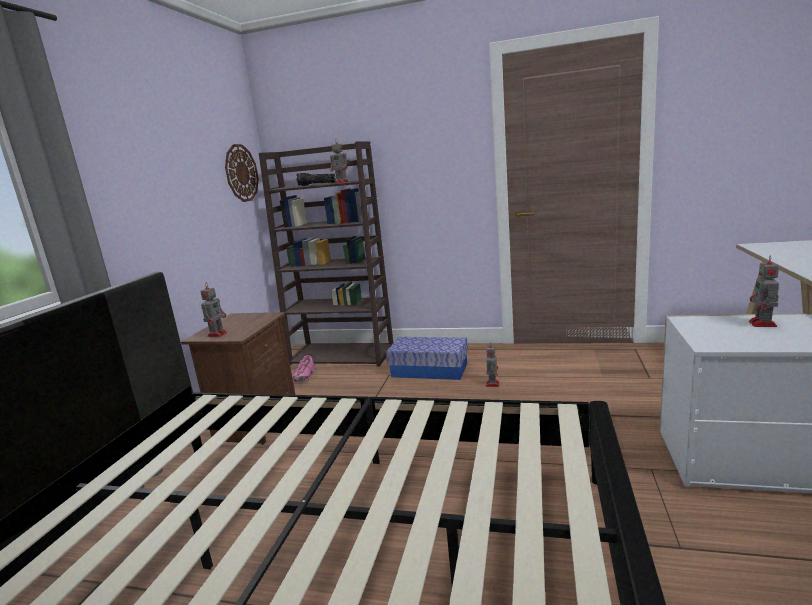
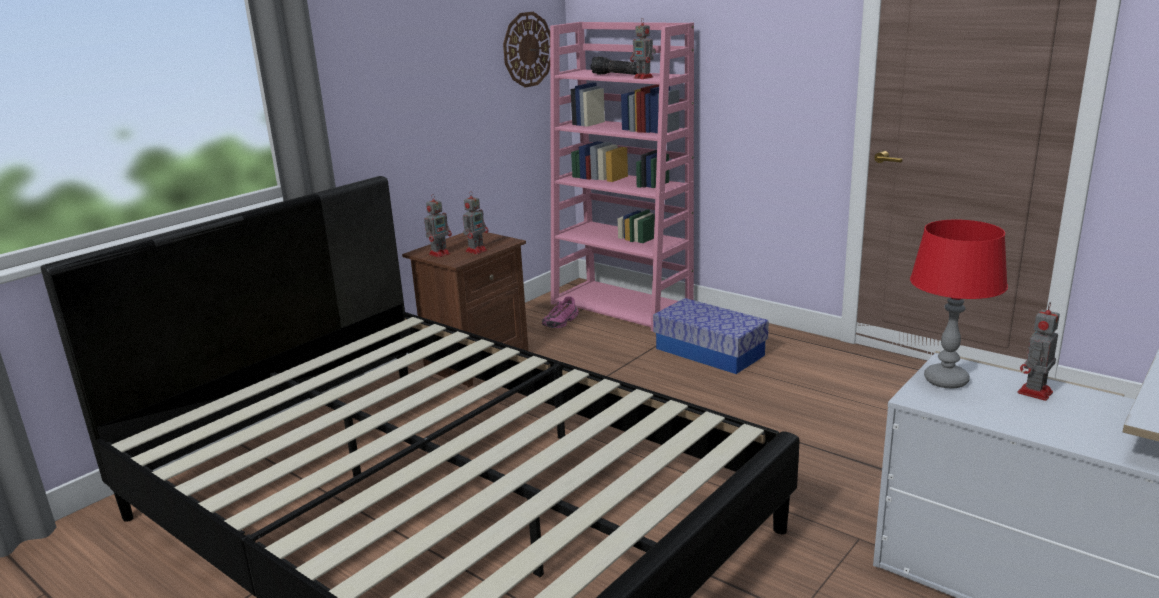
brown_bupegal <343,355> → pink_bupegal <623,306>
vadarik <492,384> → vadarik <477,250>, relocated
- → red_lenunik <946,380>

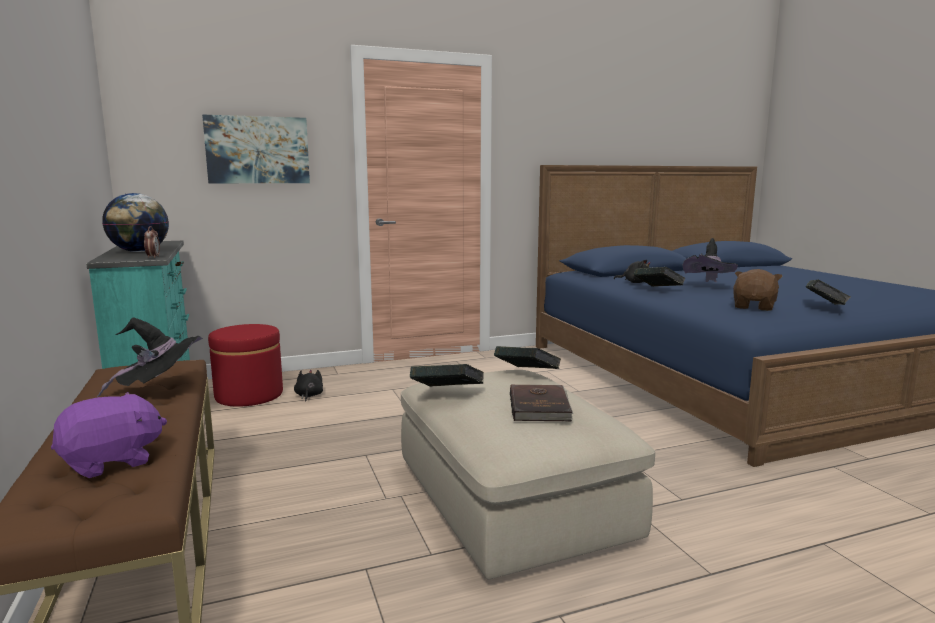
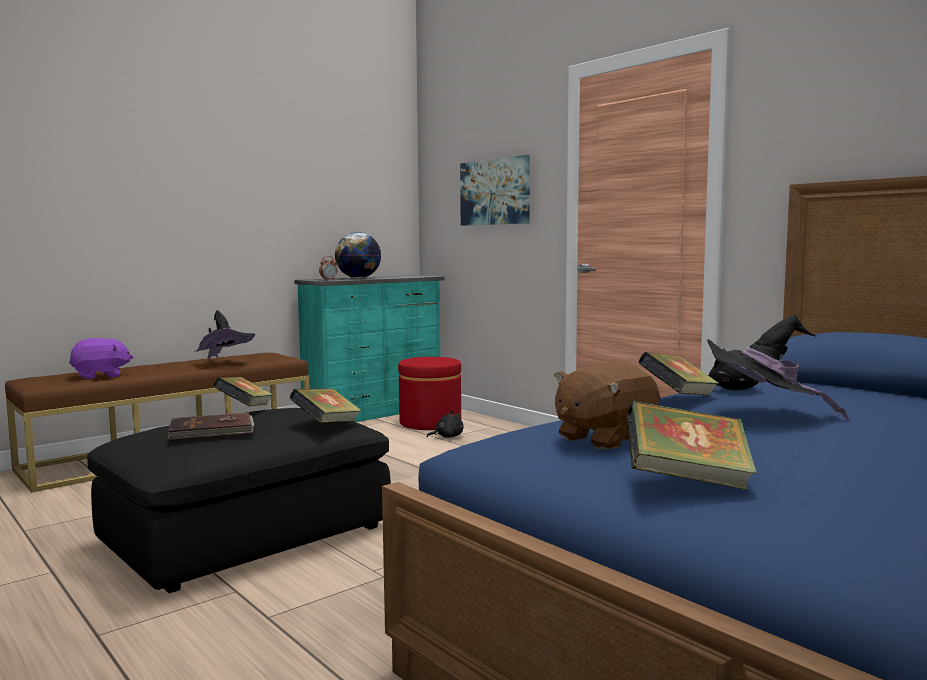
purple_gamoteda <112,462> → purple_gamoteda <101,376>, 60 degrees counterclockwise
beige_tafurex <509,500> → black_tafurex <247,534>
brown_gamoteda <754,307> → brown_gamoteda <604,439>, 135 degrees clockwise

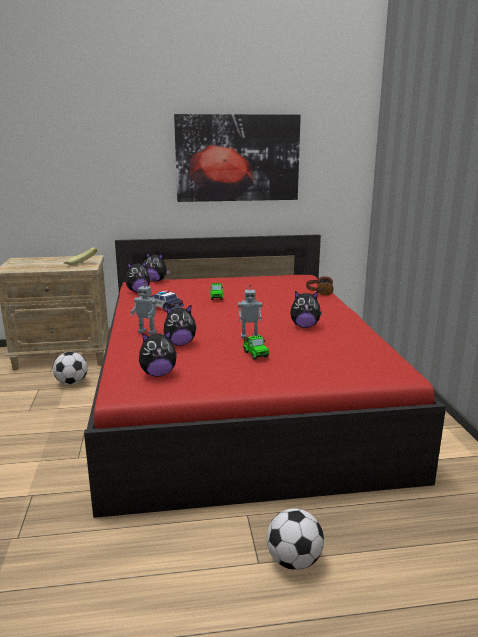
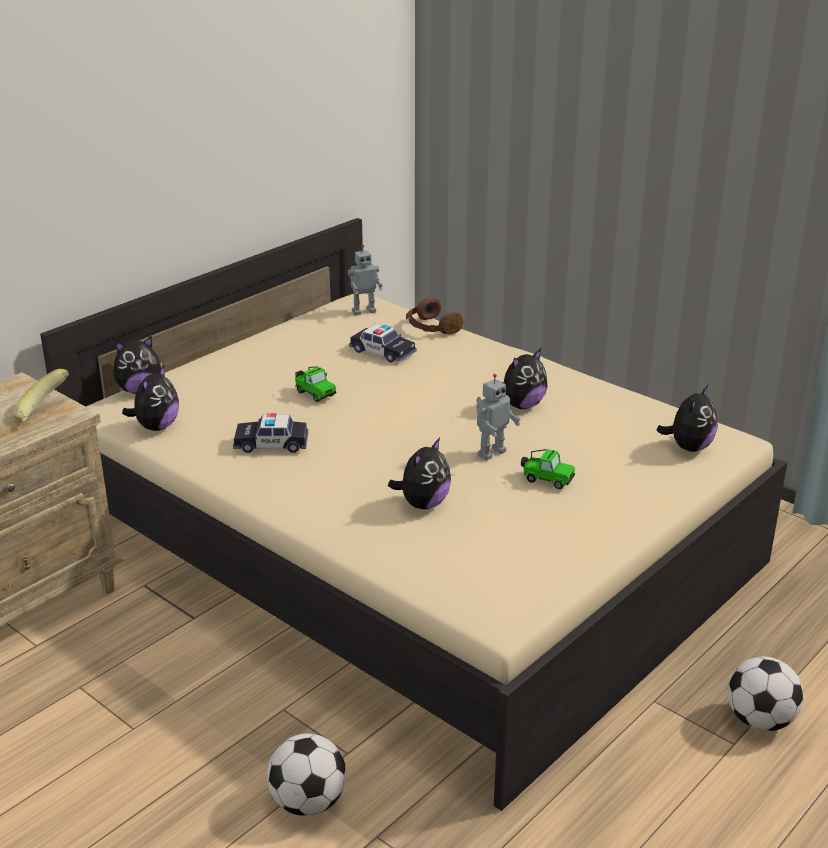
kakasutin <72,383> → kakasutin <308,802>, relocated
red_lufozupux <238,395> → beige_lufozupux <412,545>
vadarik <147,332> → vadarik <363,311>, relocated
gamoteda <158,374> → gamoteda <688,447>, relocated
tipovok <237,158> → -
- → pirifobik <382,352>

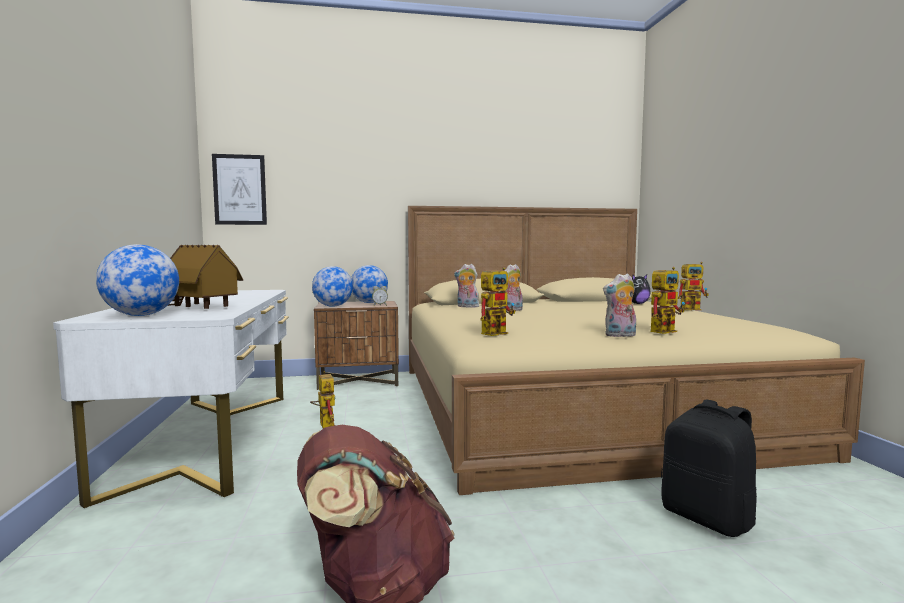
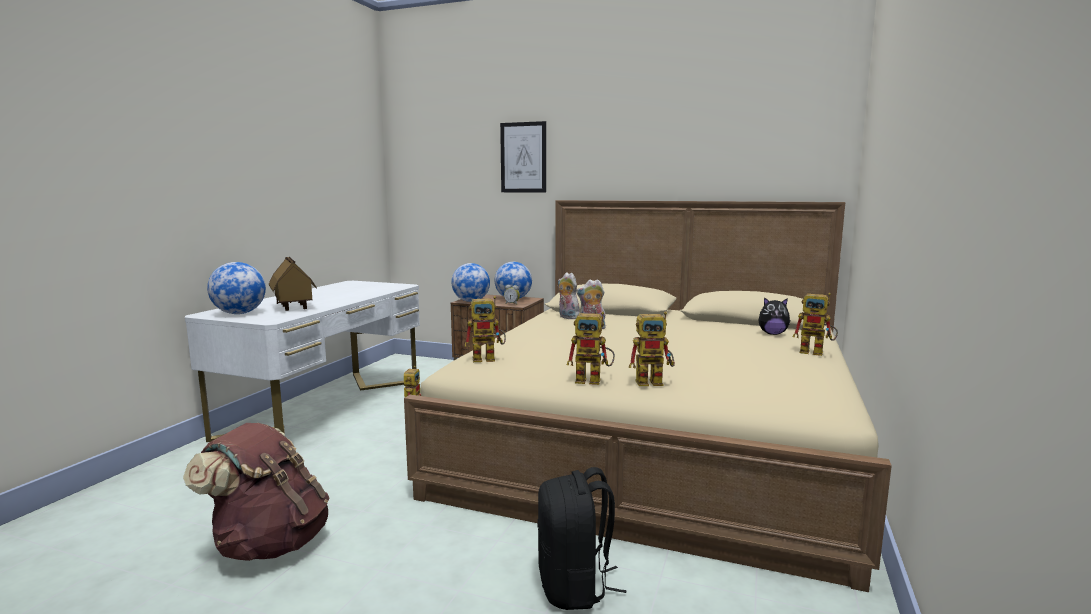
tipovok <240,189> → tipovok <523,157>, relocated
gamoteda <620,335> → vadarik <594,380>

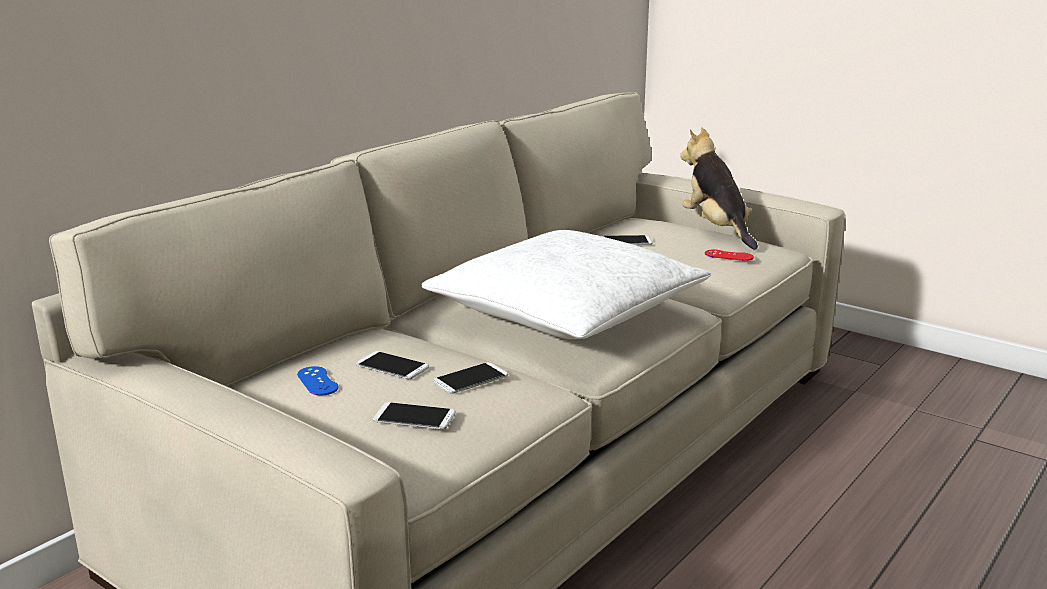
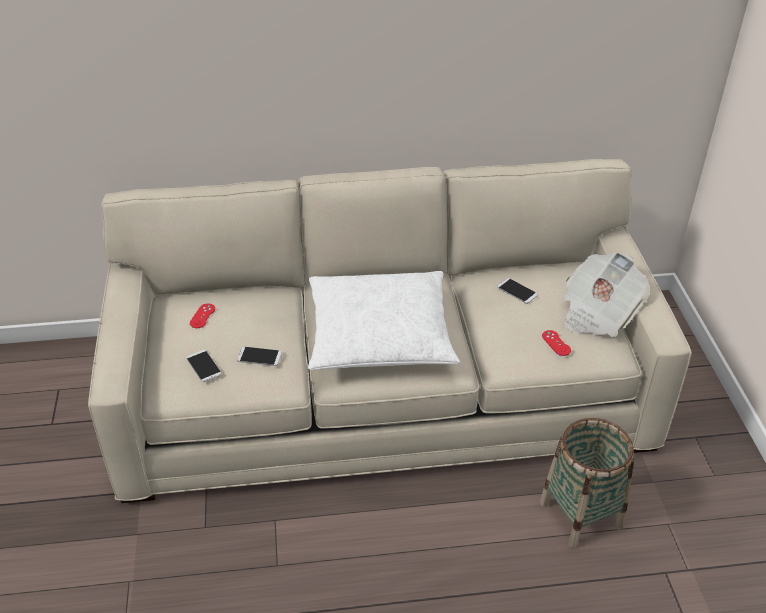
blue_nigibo <317,381> → red_nigibo <202,316>
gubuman <392,366> → -
gamoteda <717,230> → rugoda <598,313>
- → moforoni <581,515>

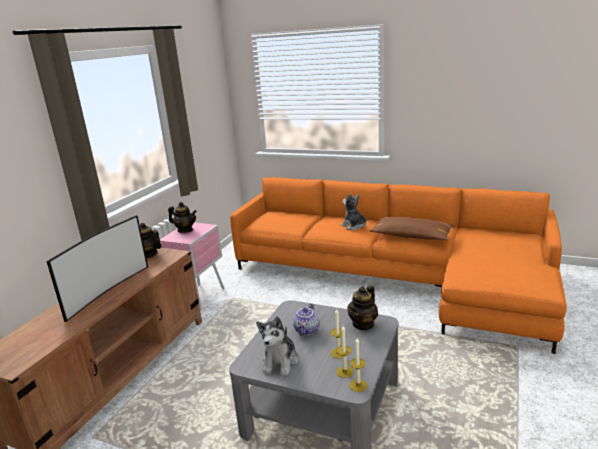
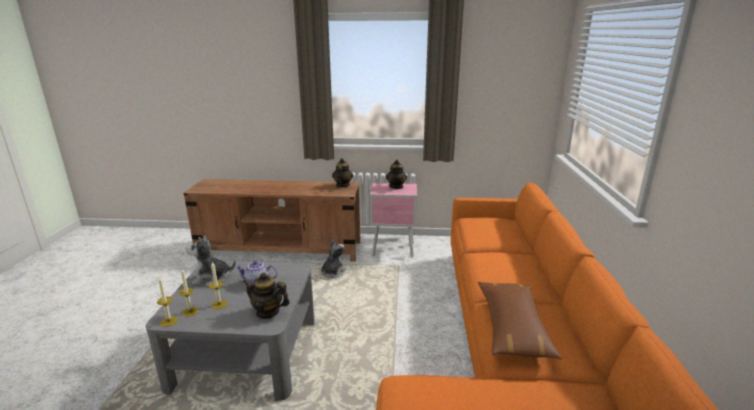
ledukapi <107,291> → -
gamoteda <354,226> → gamoteda <333,273>, relocated

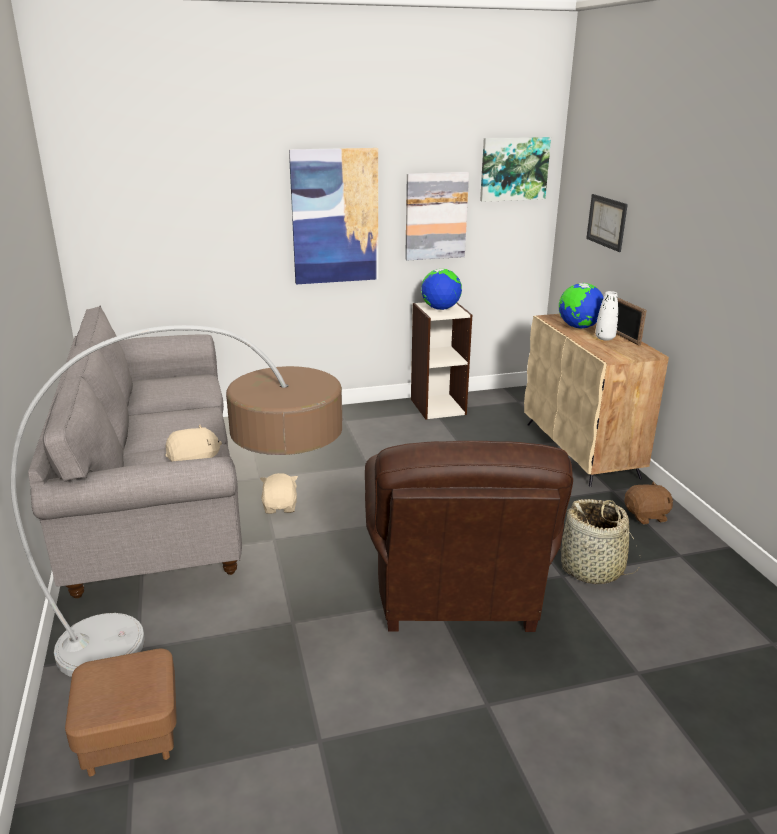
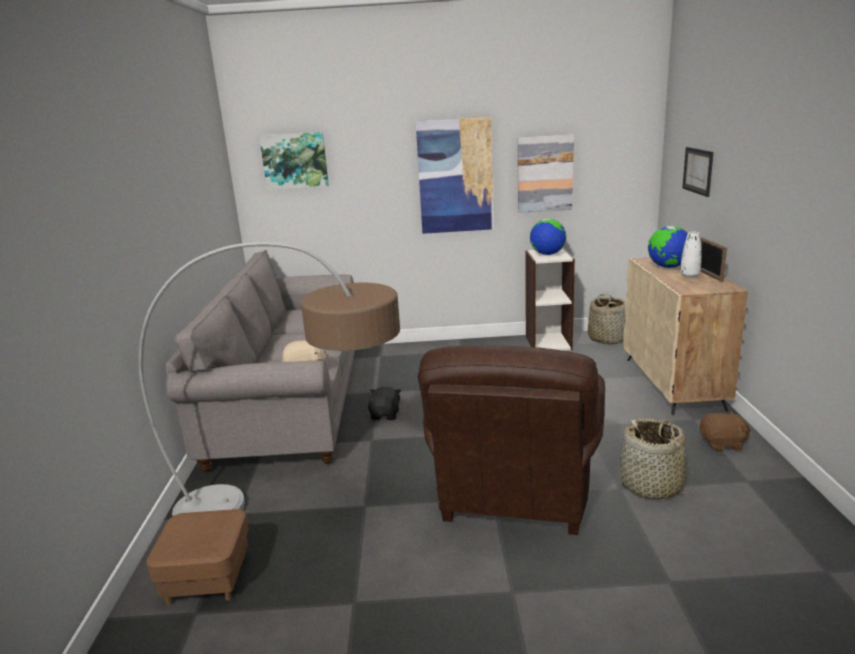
beige_gamoteda <280,507> → black_gamoteda <385,415>
tipovok <514,169> → tipovok <295,160>, relocated
- → moforoni <607,338>

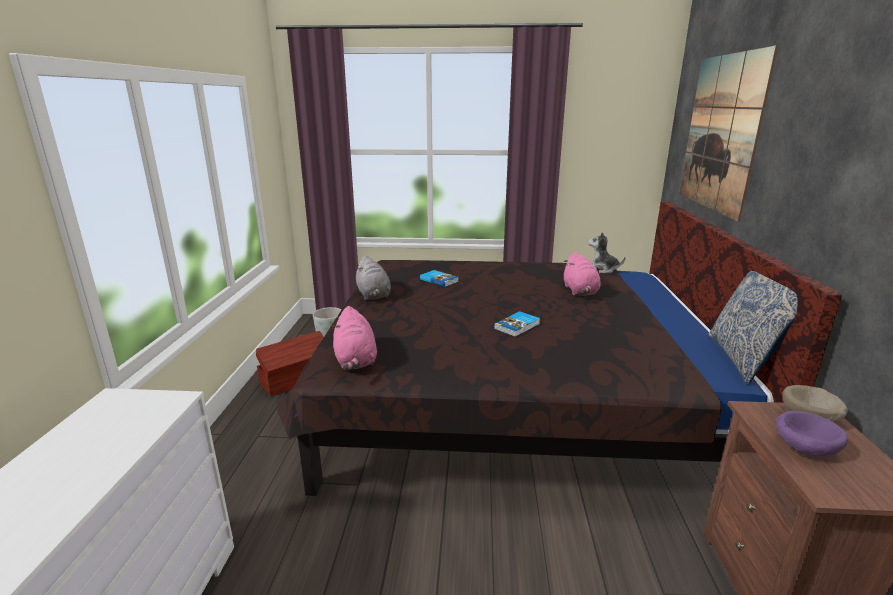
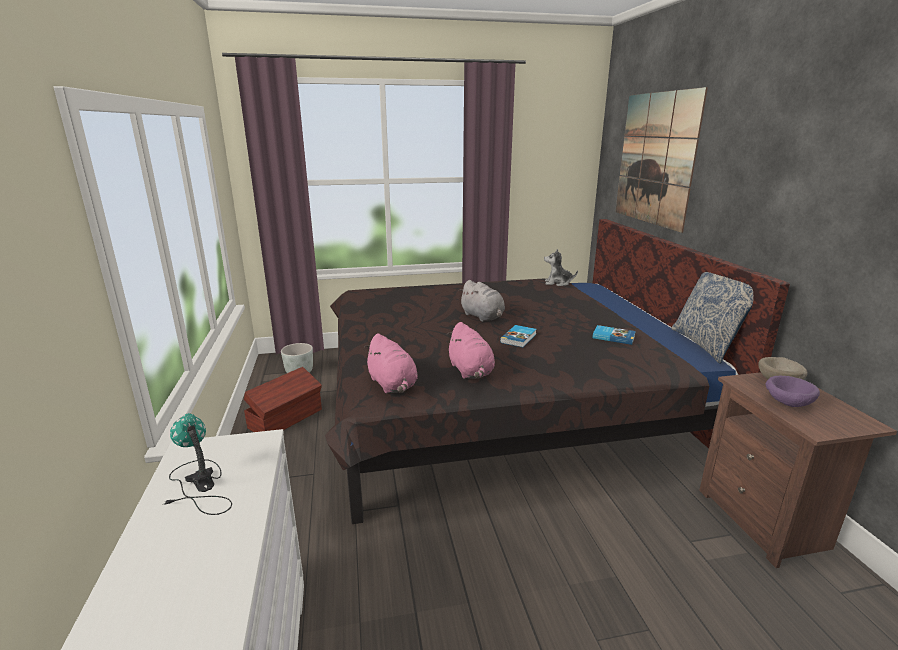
grey_gamoteda <373,295> → grey_gamoteda <483,317>, relocated
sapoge <439,280> → sapoge <613,337>, relocated
pink_gamoteda <580,291> → pink_gamoteda <471,371>, relocated
- → lenunik <199,486>

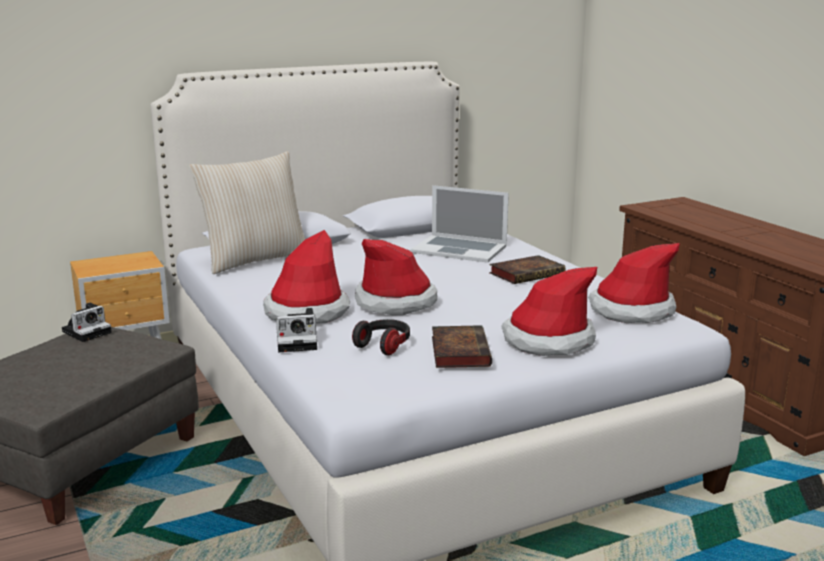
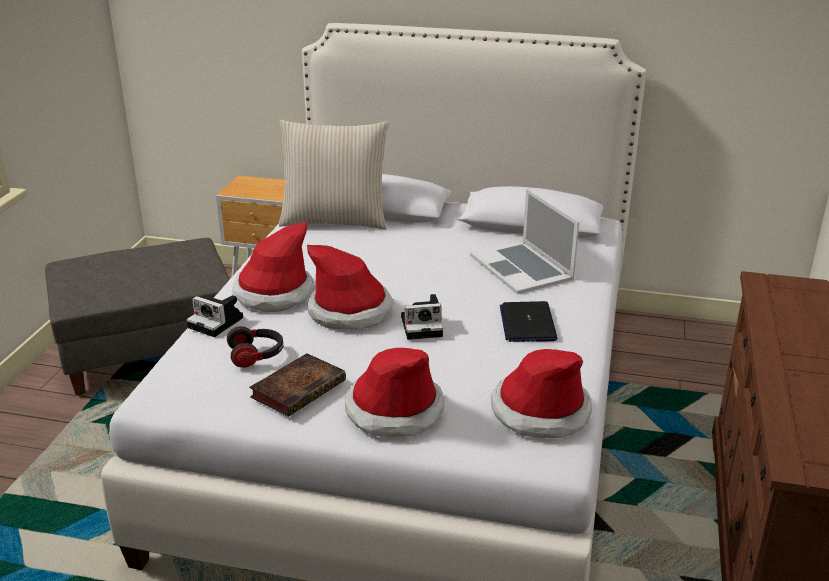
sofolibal <88,331> → sofolibal <423,326>, relocated
sapoge <527,274> → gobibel <527,323>

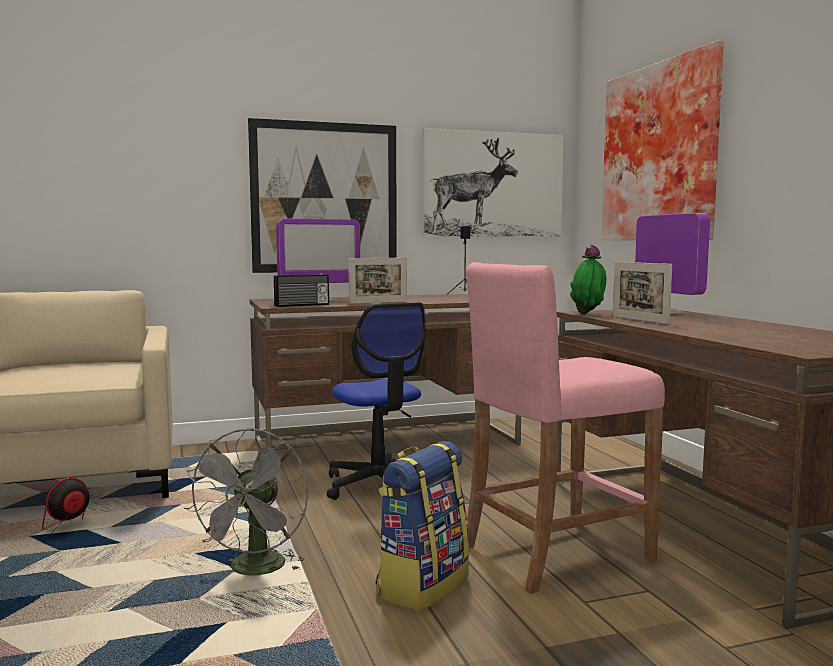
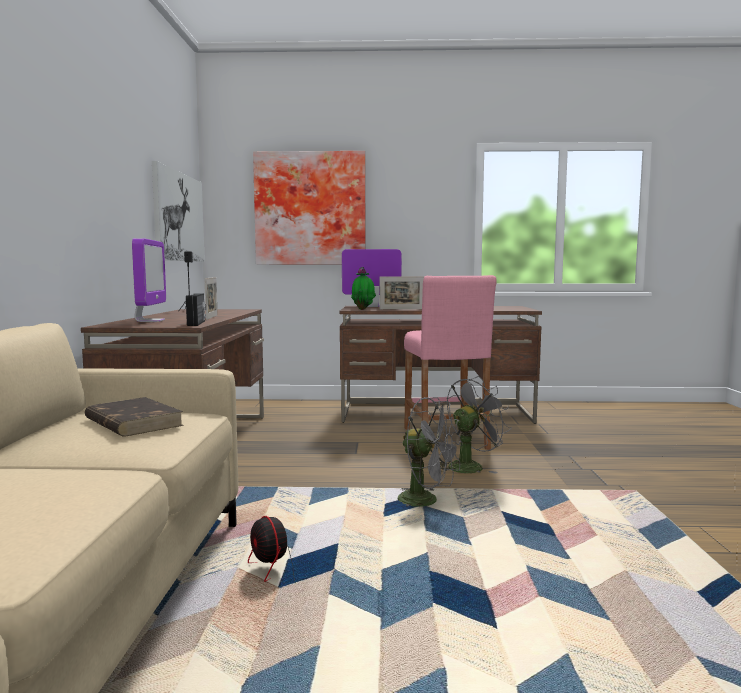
tipovok <325,198> → -
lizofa <379,485> → -
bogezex <422,585> → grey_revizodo <470,466>
- → brown_sapoge <133,422>

